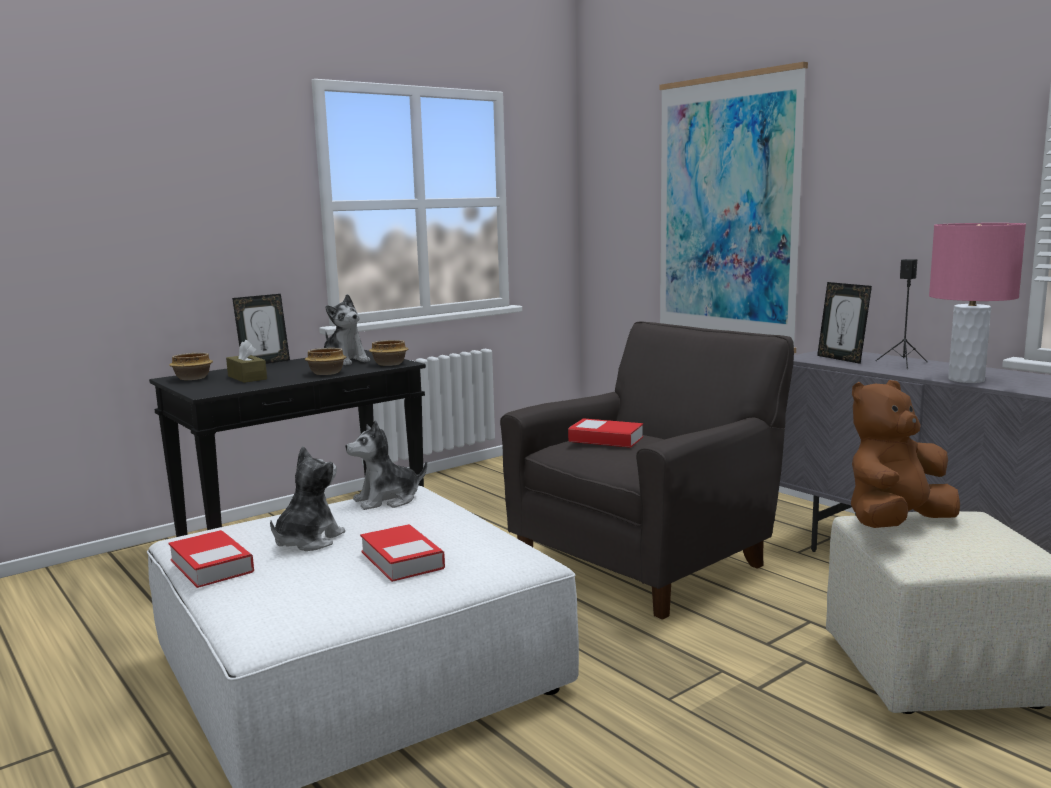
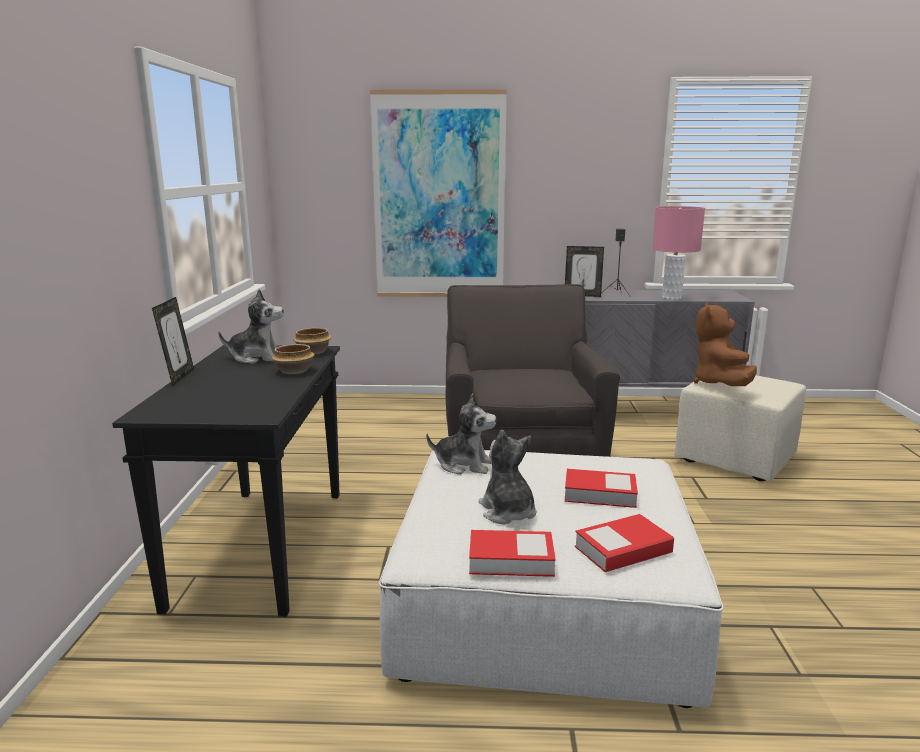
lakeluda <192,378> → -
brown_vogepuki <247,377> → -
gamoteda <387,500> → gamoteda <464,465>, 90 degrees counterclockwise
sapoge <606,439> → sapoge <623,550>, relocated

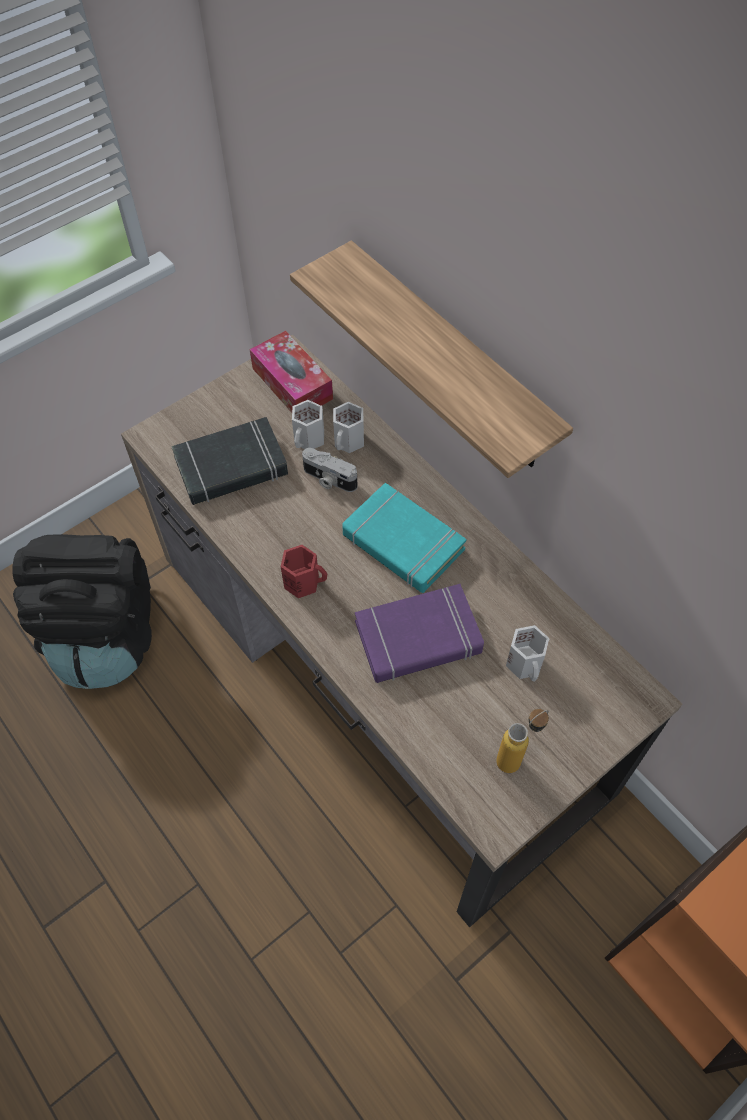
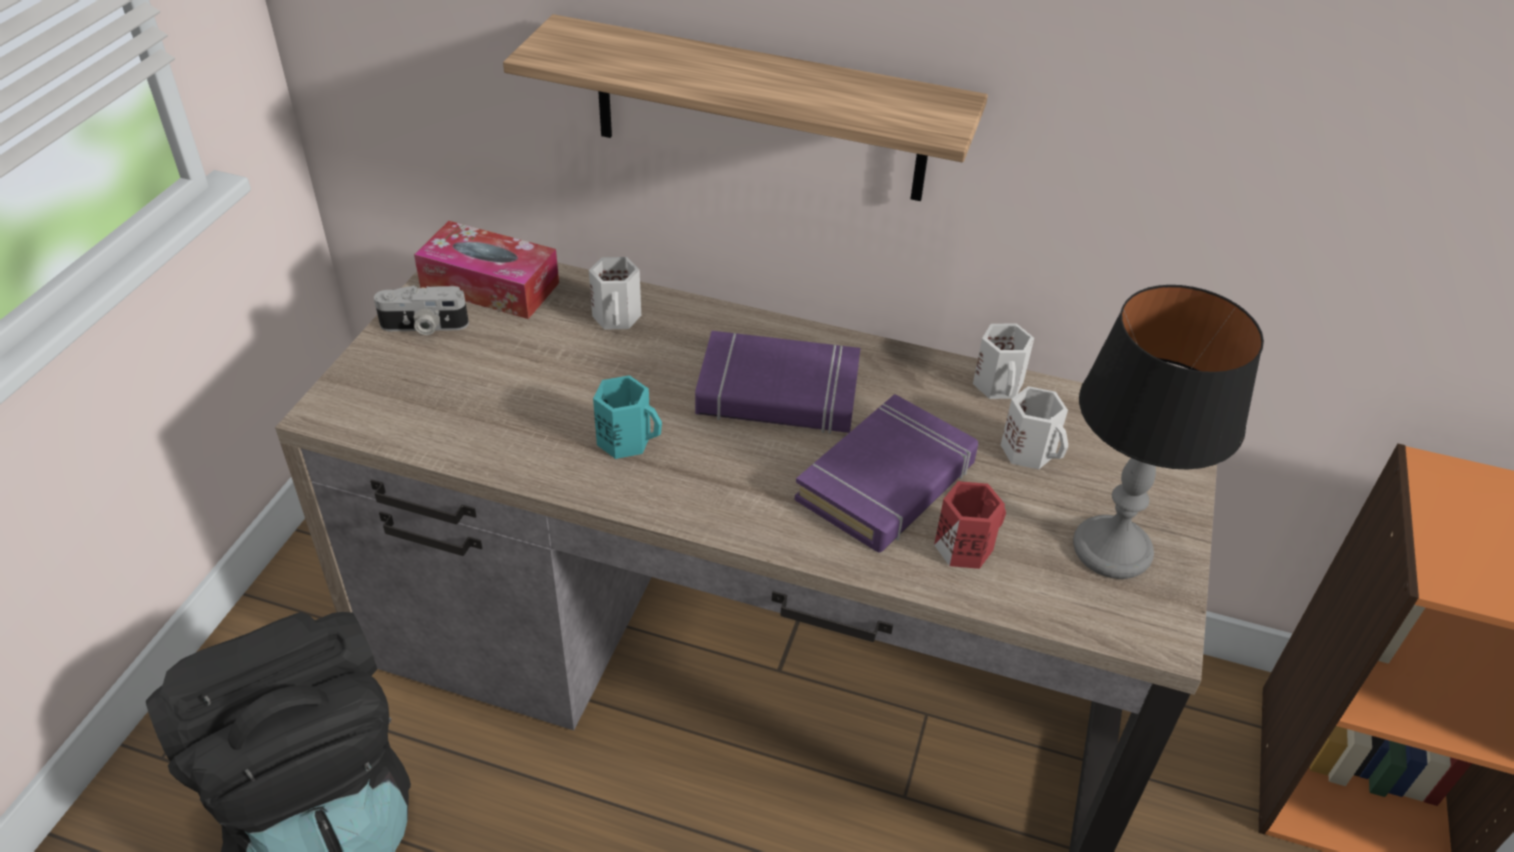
black_sapoge <231,467> → -
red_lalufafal <303,581> → red_lalufafal <964,545>, relocated
white_lalufafal <309,439> → white_lalufafal <1000,385>, relocated
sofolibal <328,479> → sofolibal <424,327>, relocated
turquoise_sapoge <402,543> → purple_sapoge <778,393>
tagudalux <516,757> → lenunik <1111,549>
- → turquoise_lalufafal <626,439>

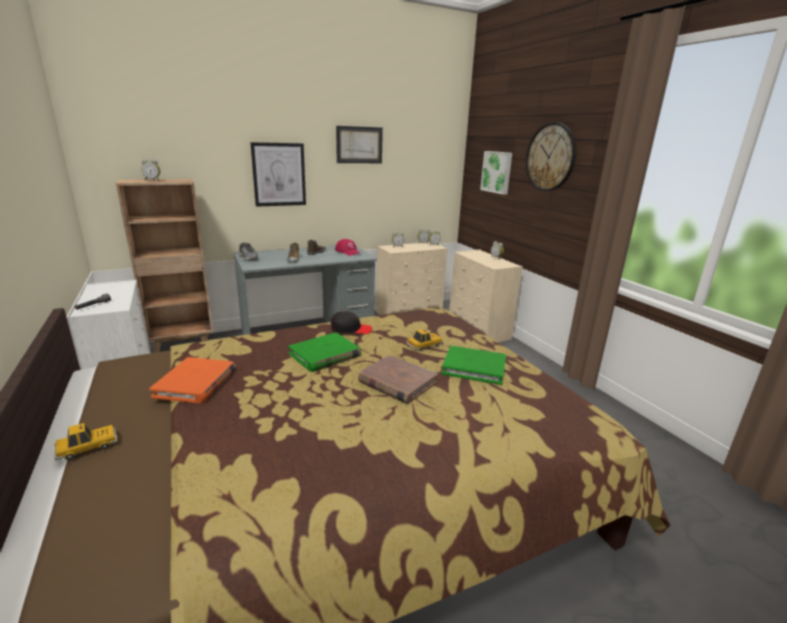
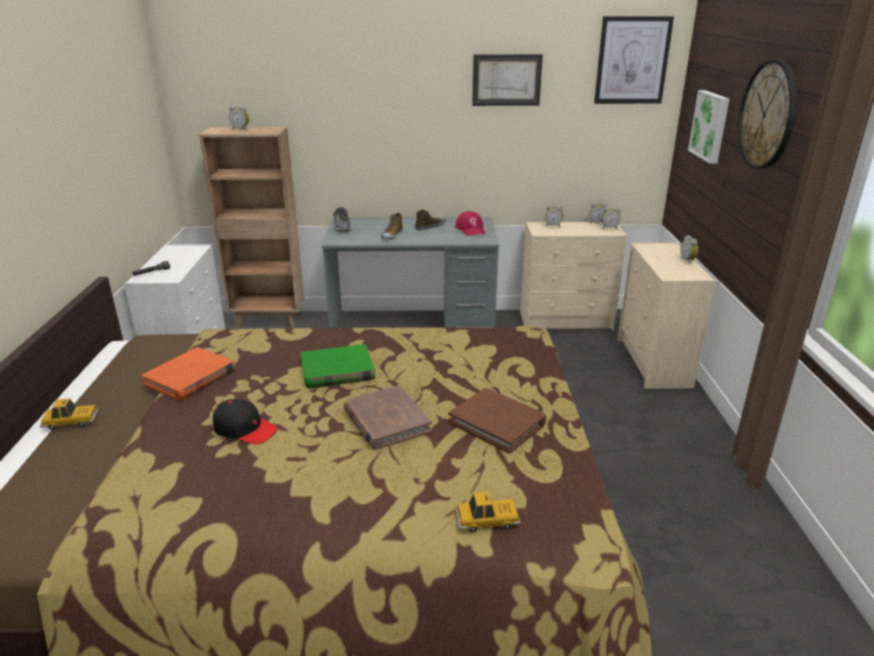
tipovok <279,174> → tipovok <632,60>, relocated
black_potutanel <351,329> → black_potutanel <245,429>, relocated
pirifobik <424,345> → pirifobik <487,520>, relocated
green_sapoge <474,367> → brown_sapoge <497,423>

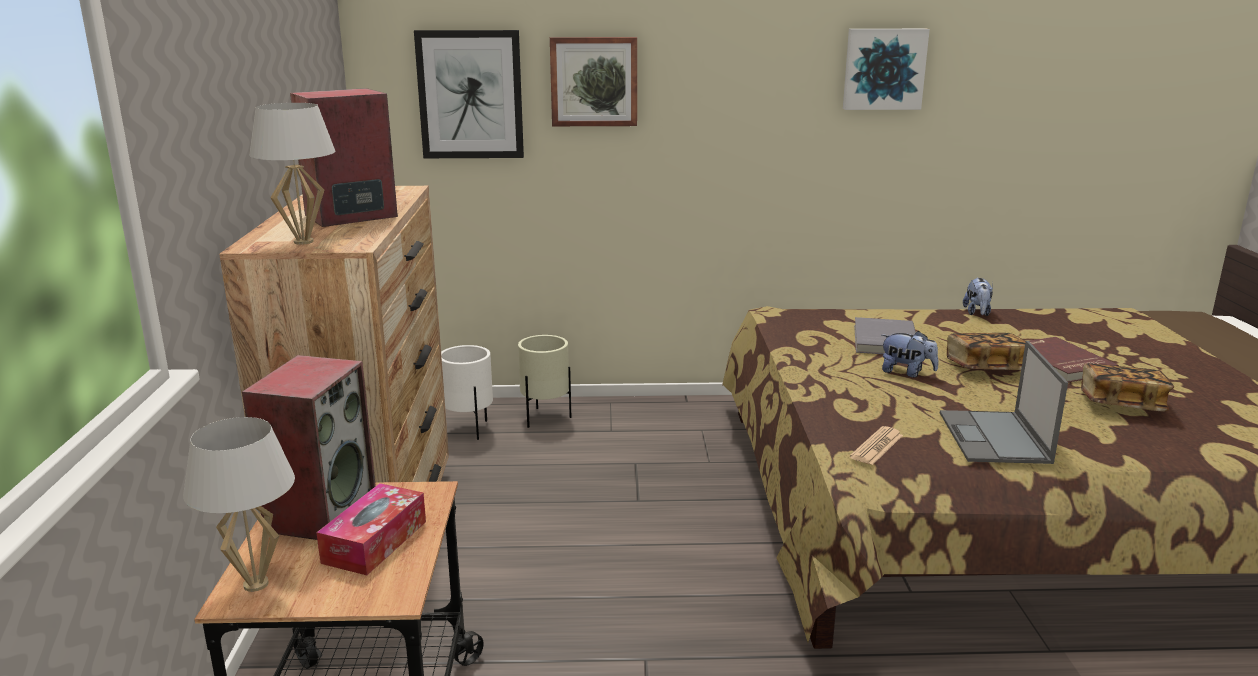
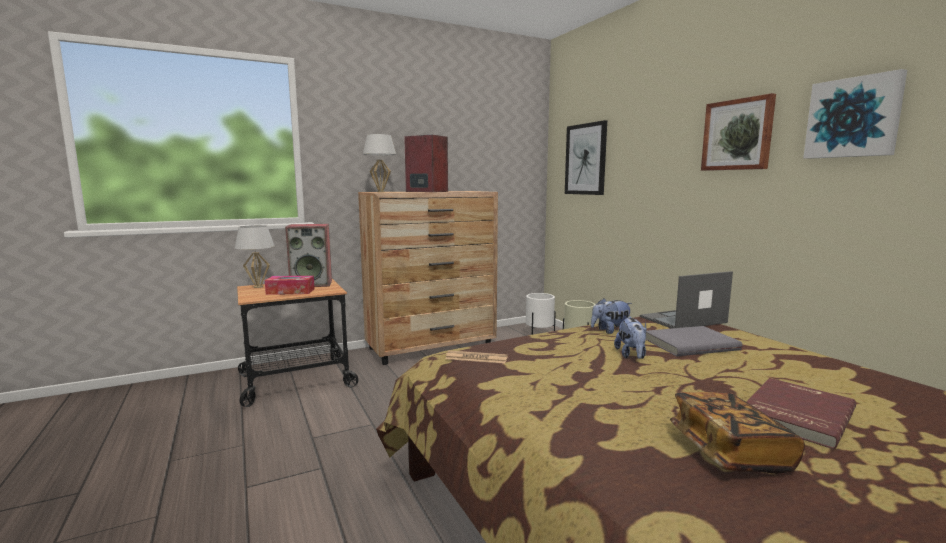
tipovok <594,81> → tipovok <737,135>, relocated
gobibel <995,438> → gobibel <682,320>, relocated
sapoge <985,367> → -
gamoteda <977,313> → gamoteda <610,331>, relocated

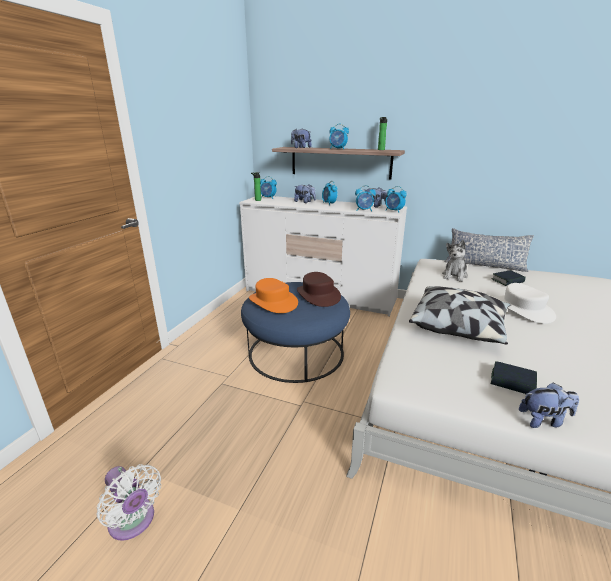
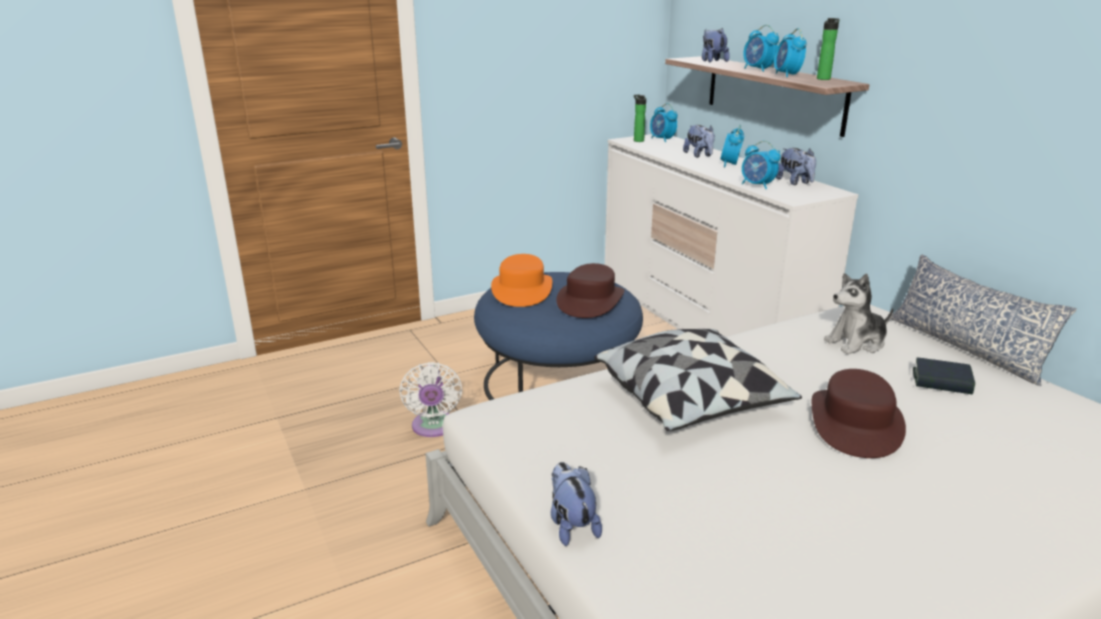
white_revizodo <134,522> → white_revizodo <433,428>, relocated
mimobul <394,211> → mimobul <787,75>, relocated
sapoge <512,382> → -
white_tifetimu <522,309> → brown_tifetimu <855,423>
gamoteda <544,420> → gamoteda <571,525>, 150 degrees counterclockwise

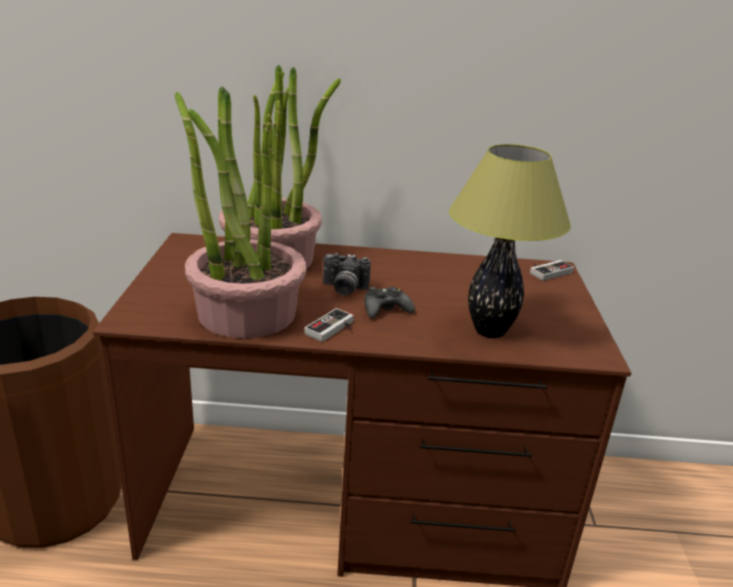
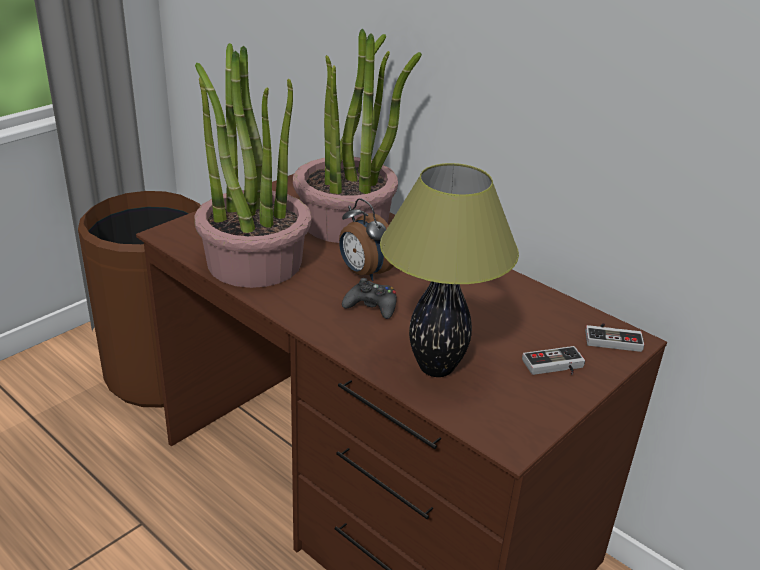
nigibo <333,329> → nigibo <555,367>, relocated
sofolibal <344,289> → mimobul <364,273>

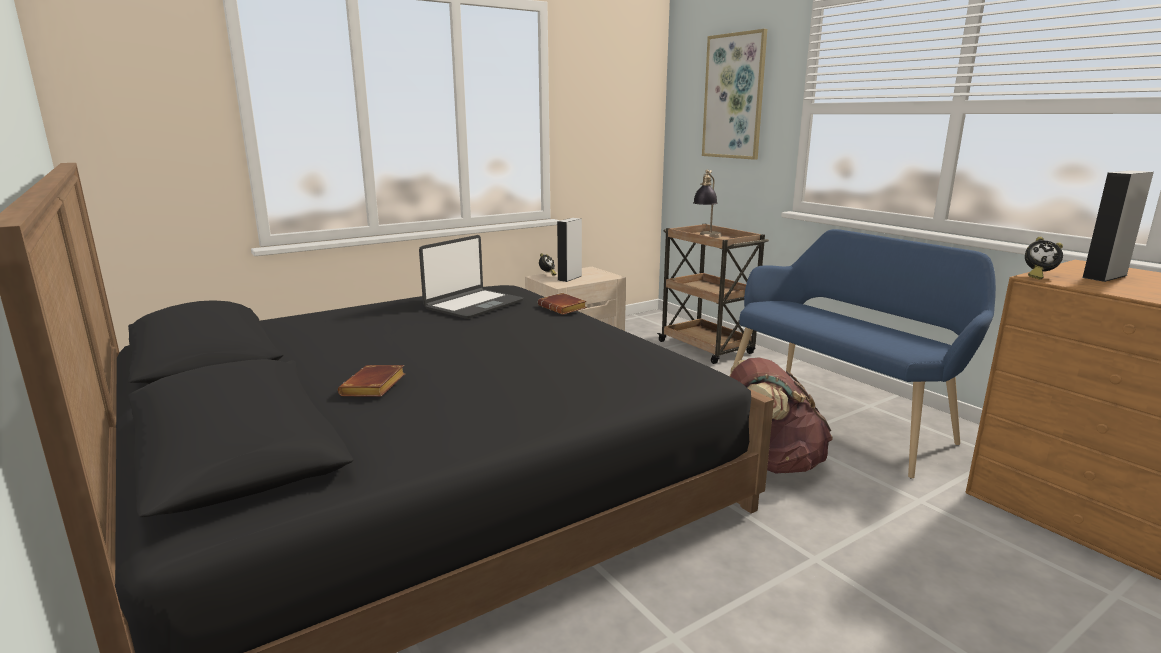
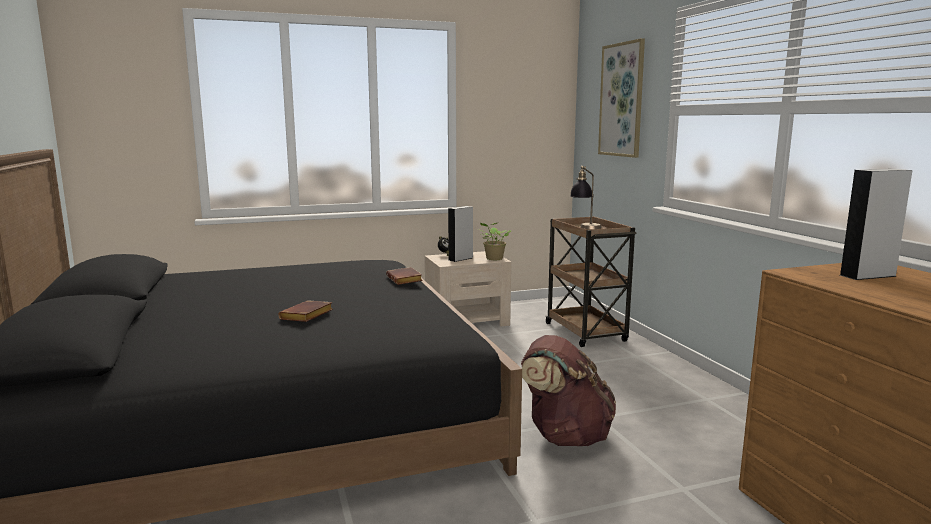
brown_sapoge <374,387> → brown_sapoge <307,316>, relocated
gobibel <473,305> → -
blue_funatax <842,416> → -
mimobul <1037,276> → -
- → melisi <493,259>

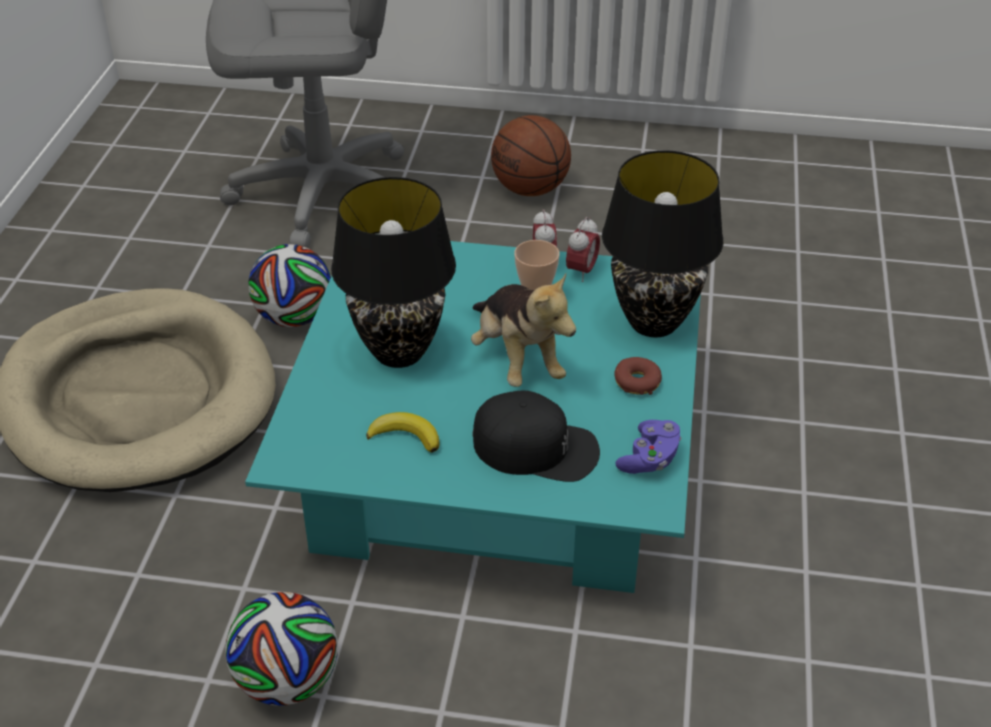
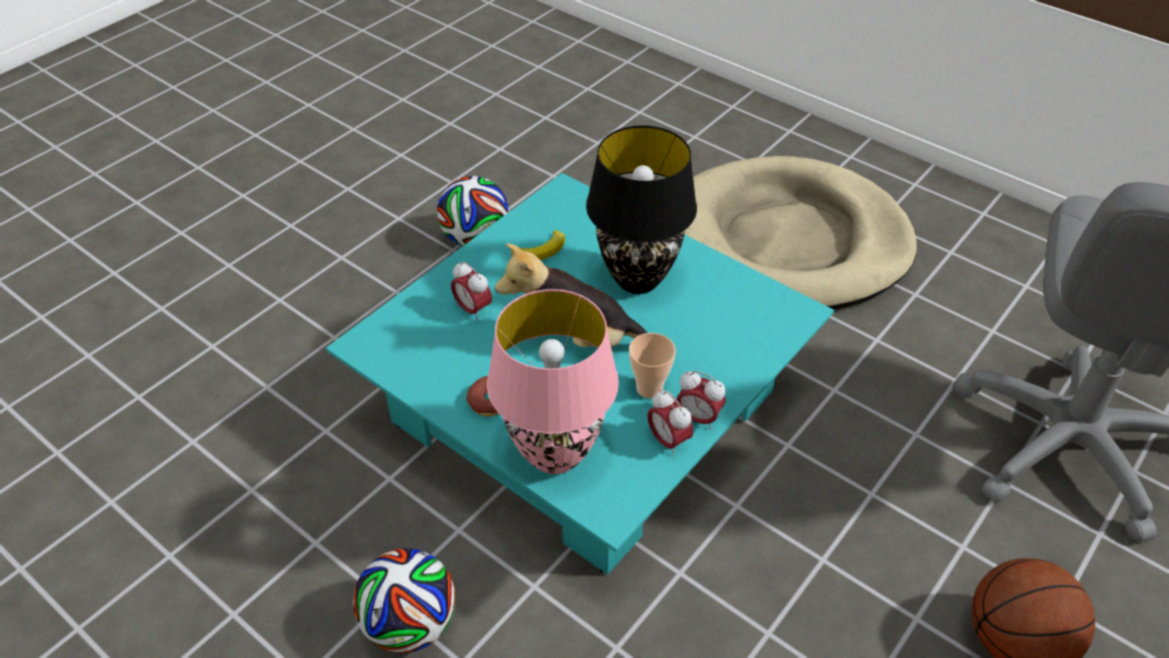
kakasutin <294,318> → kakasutin <411,624>, relocated
black_potutanel <536,447> → mimobul <473,309>
black_lenunik <653,323> → pink_lenunik <554,453>
purple_nigibo <649,459> → -

